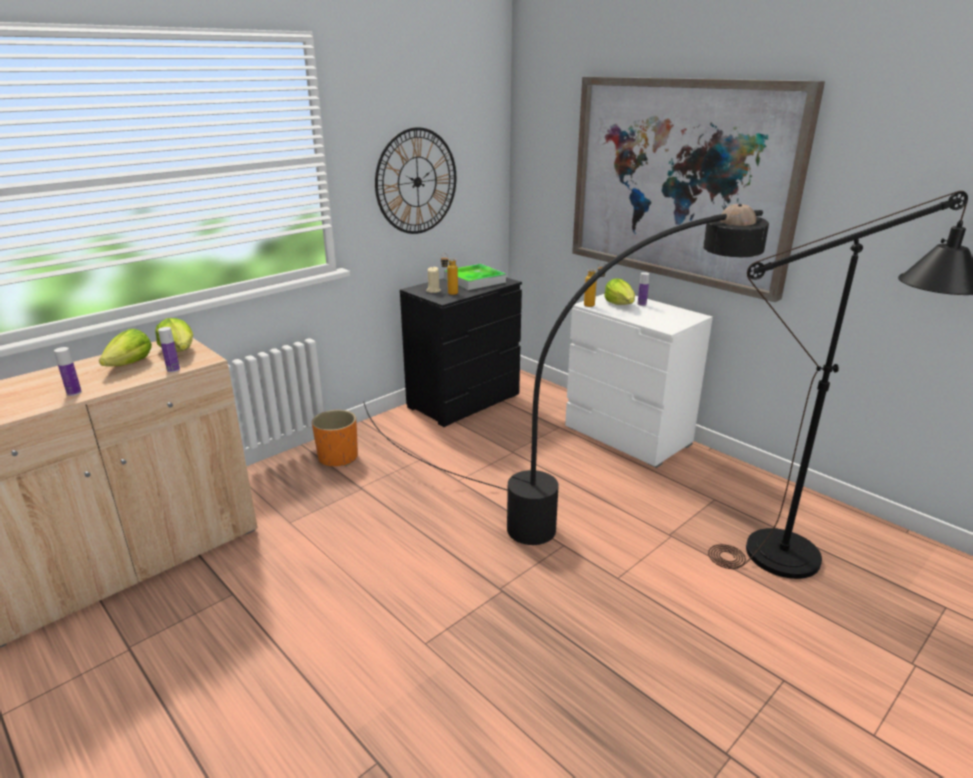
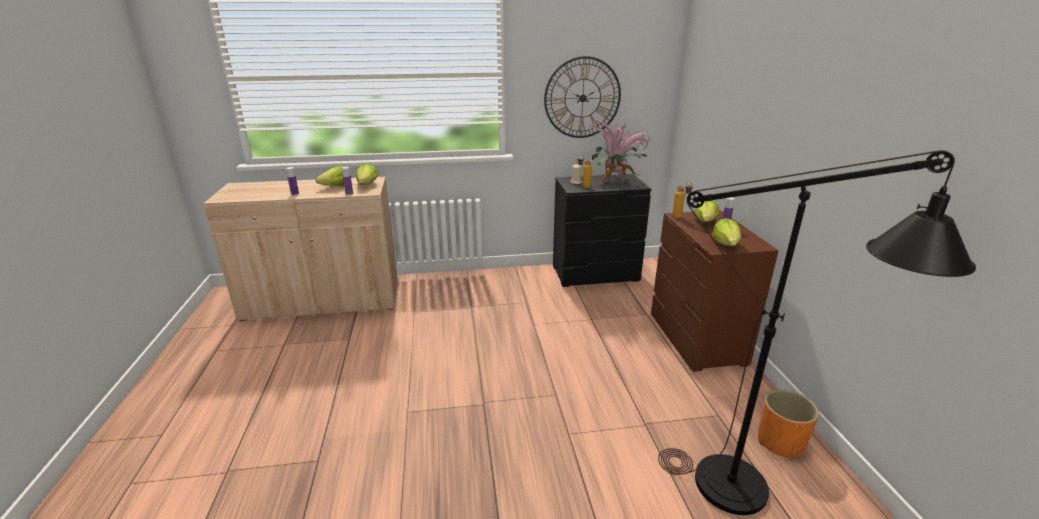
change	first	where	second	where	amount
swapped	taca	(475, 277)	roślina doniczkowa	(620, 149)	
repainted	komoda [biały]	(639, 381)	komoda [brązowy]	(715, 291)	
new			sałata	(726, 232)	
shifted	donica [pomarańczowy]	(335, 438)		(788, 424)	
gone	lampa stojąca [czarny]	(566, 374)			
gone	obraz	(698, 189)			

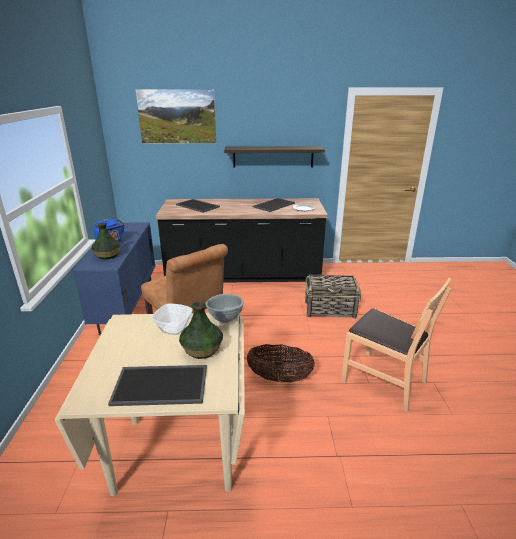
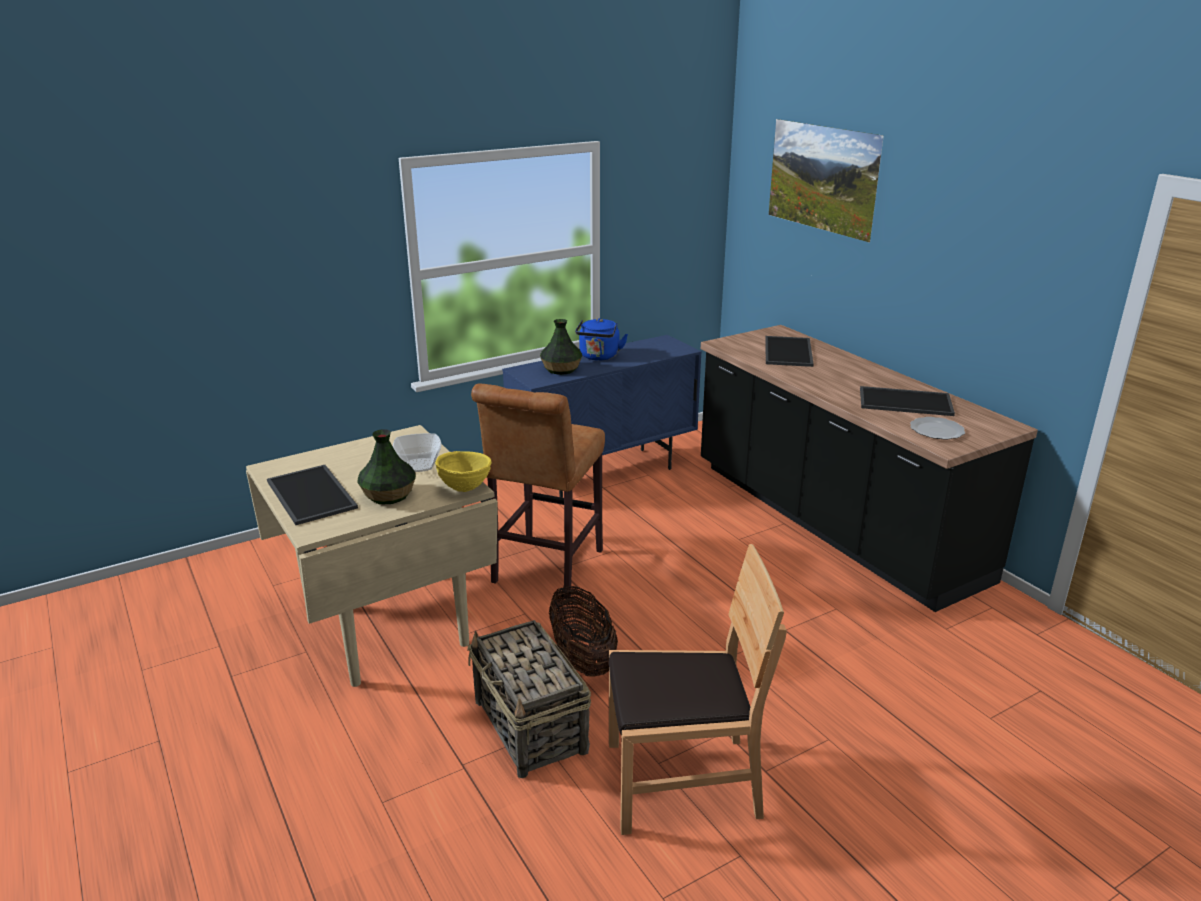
change	first	where	second	where	amount
repainted	miska [szary]	(224, 308)	miska [żółty]	(463, 471)	
shifted	koszyk	(333, 297)		(529, 699)	
rotated	krzesło [brązowy]	(396, 345)		(698, 689)	105 degrees counterclockwise
gone	półka	(274, 157)			

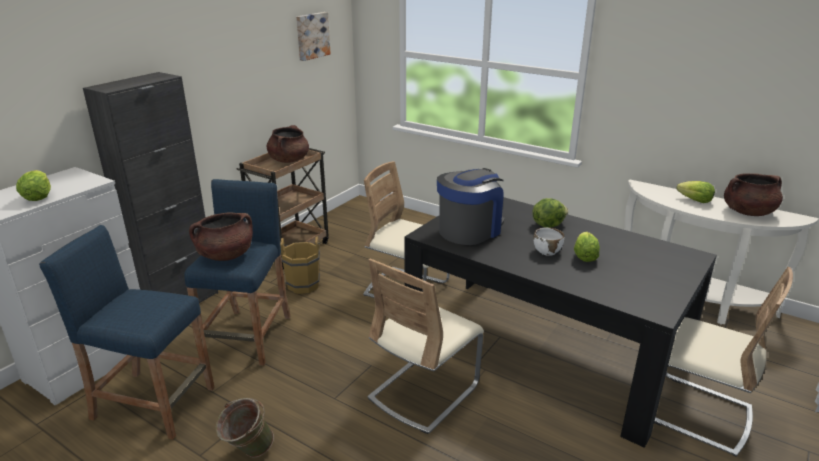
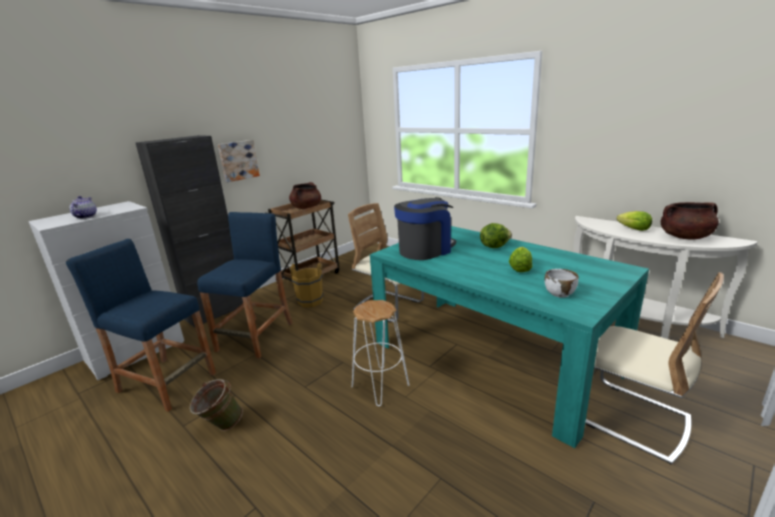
change	first	where	second	where	amount
swapped	sałata	(33, 185)	imbryk	(83, 207)	
shifted	obraz	(313, 36)		(239, 161)	
swapped	krzesło [beżowy]	(425, 346)	stołek [biały]	(380, 353)	
repainted	stół jadalny [czarny]	(560, 322)	stół jadalny [turkusowy]	(509, 337)	
shifted	miska [biały]	(548, 241)		(561, 283)	
gone	garnek [brązowy]	(221, 236)			

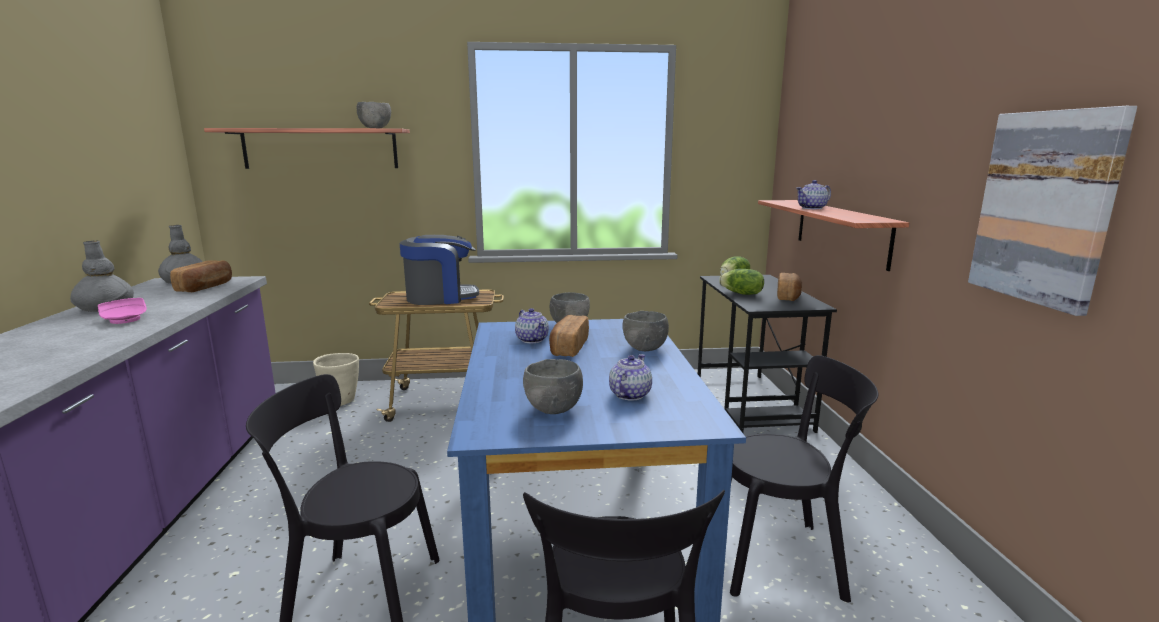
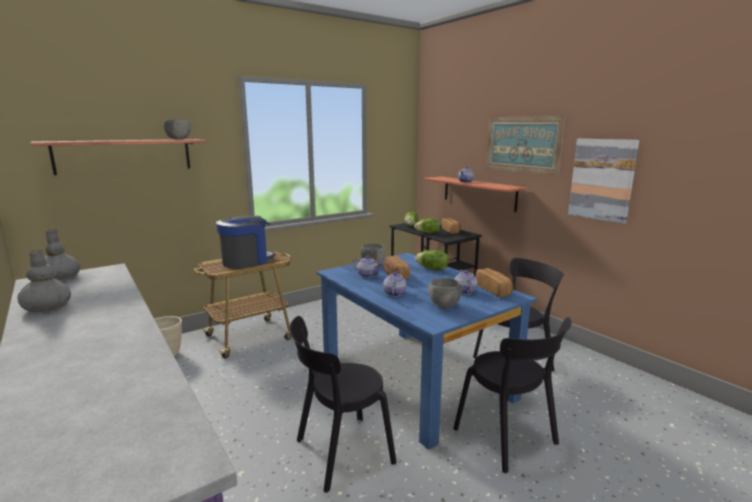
change	first	where	second	where	amount
new			imbryk	(395, 284)	
swapped	miska [szary]	(645, 331)	sałata	(432, 260)	
shifted	chleb	(201, 276)		(494, 282)	
new			obraz	(525, 146)	
gone	talerz [różowy]	(122, 311)			

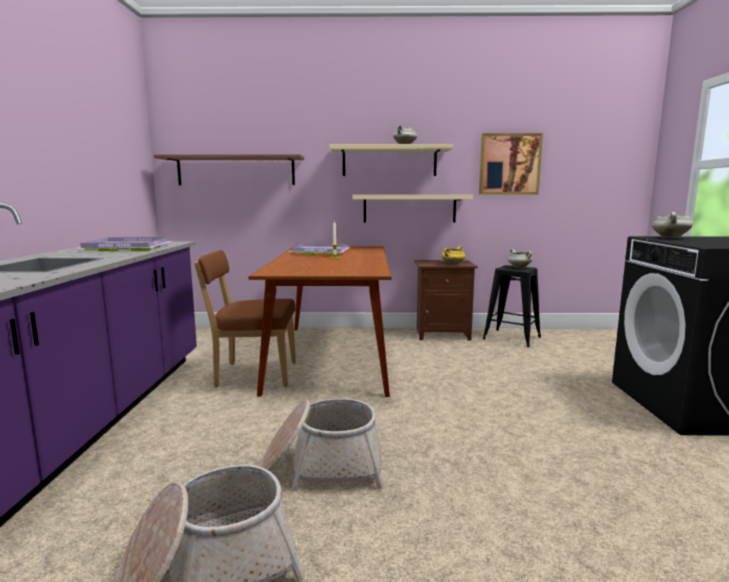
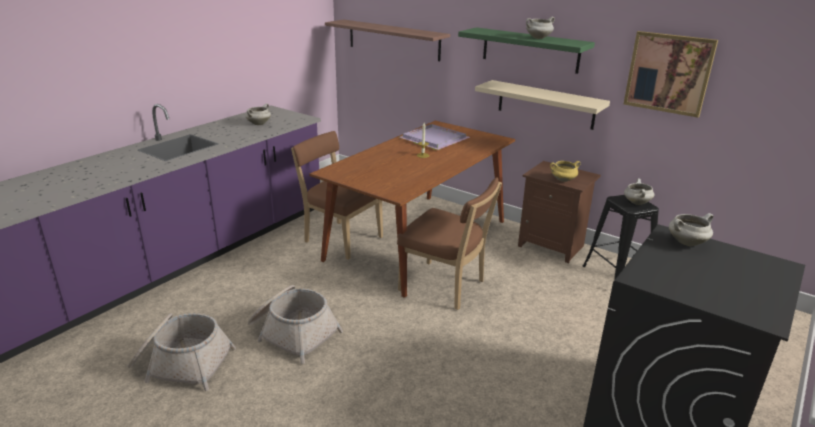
change	first	where	second	where	amount
swapped	taca [fioletowy]	(122, 244)	garnek [biały]	(258, 114)	
new			krzesło [brązowy]	(449, 243)	
repainted	półka [beżowy]	(391, 160)	półka [zielony]	(526, 50)	

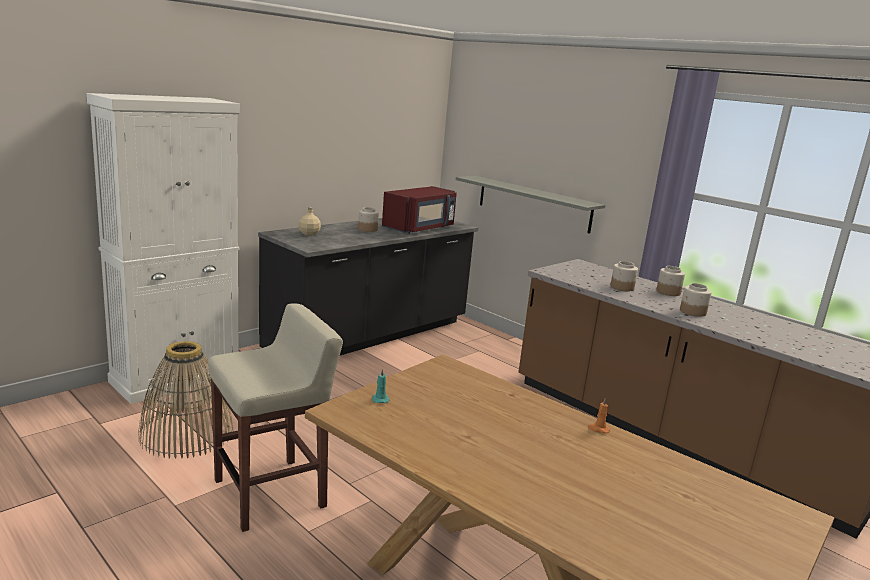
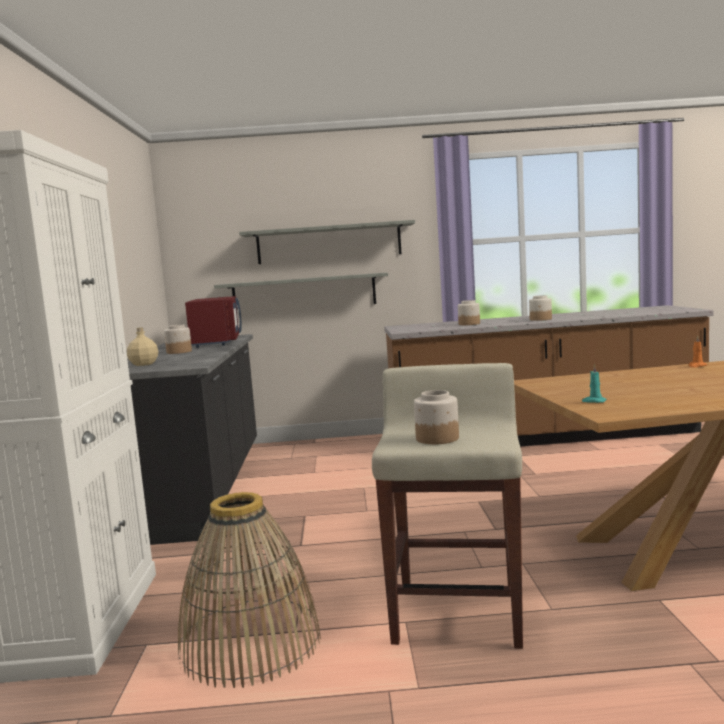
change	first	where	second	where	amount
new			półka [szary]	(327, 242)	
shifted	słoik	(670, 281)		(436, 417)	

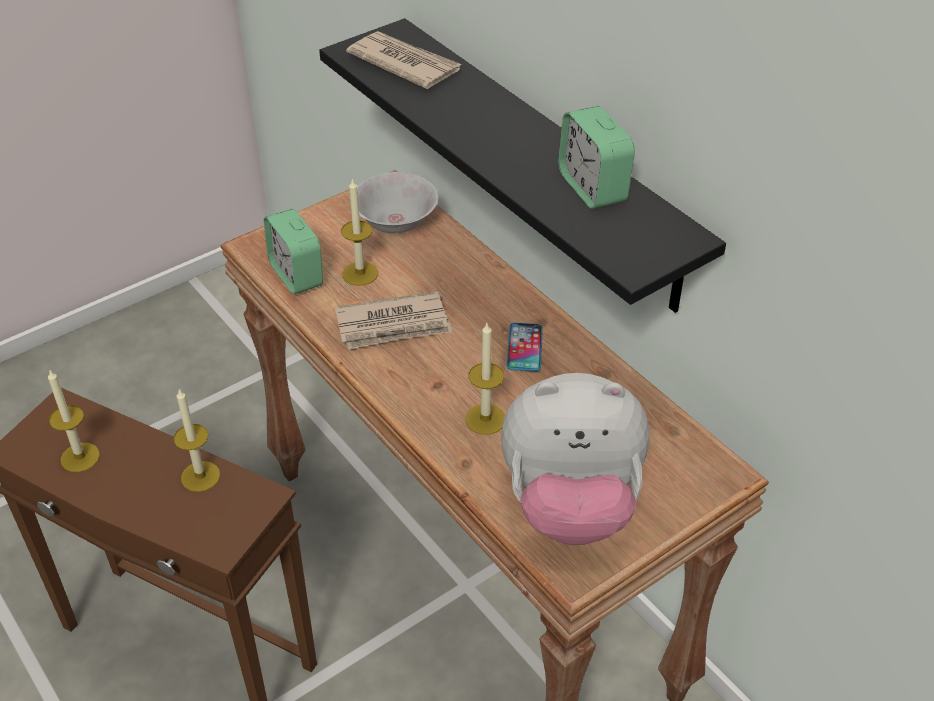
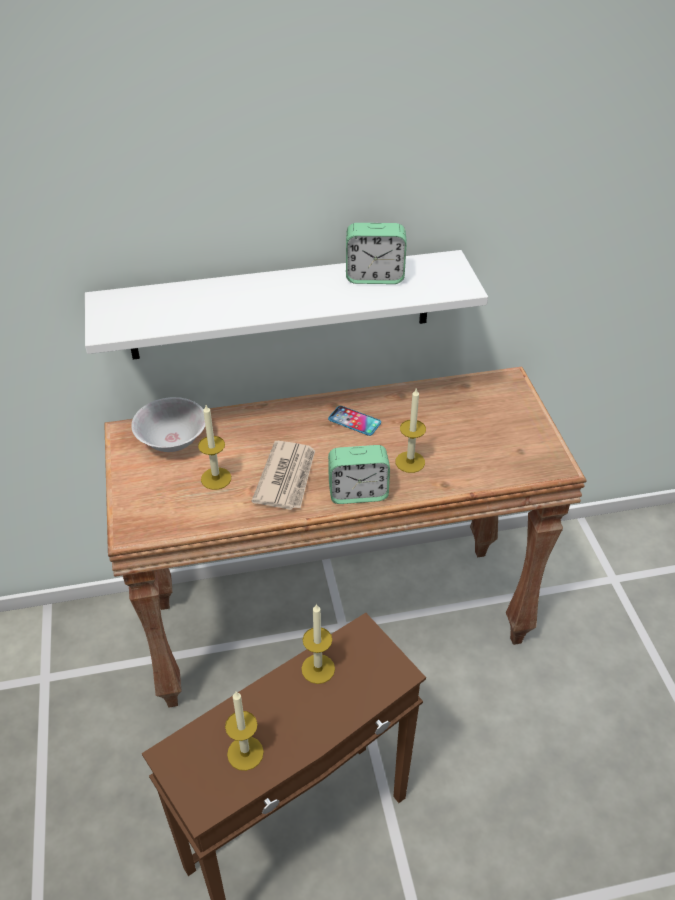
change	first	where	second	where	amount
repainted	półka [czarny]	(522, 165)	półka [biały]	(286, 305)	
shifted	budzik	(293, 252)		(359, 474)	
gone	gazeta	(404, 60)			
gone	pluszak	(575, 459)			

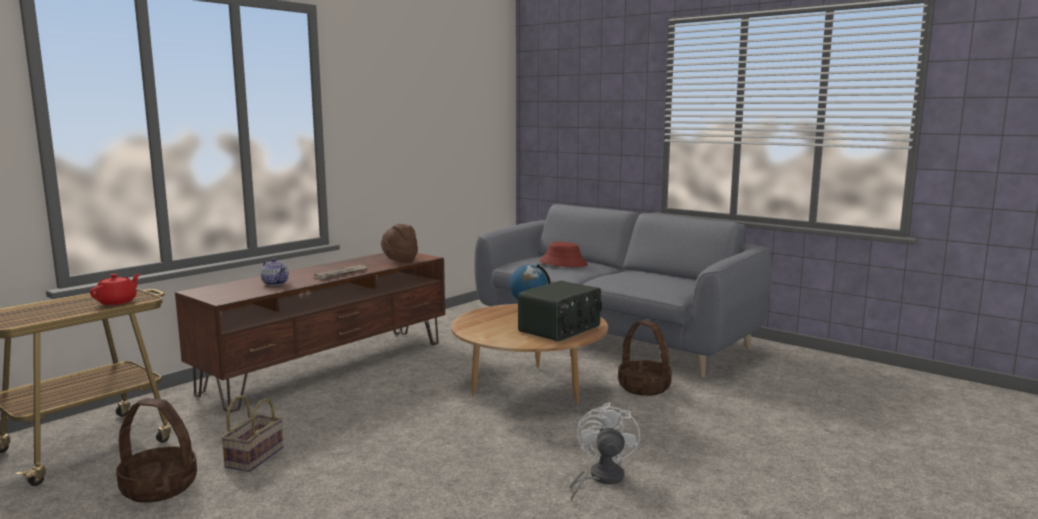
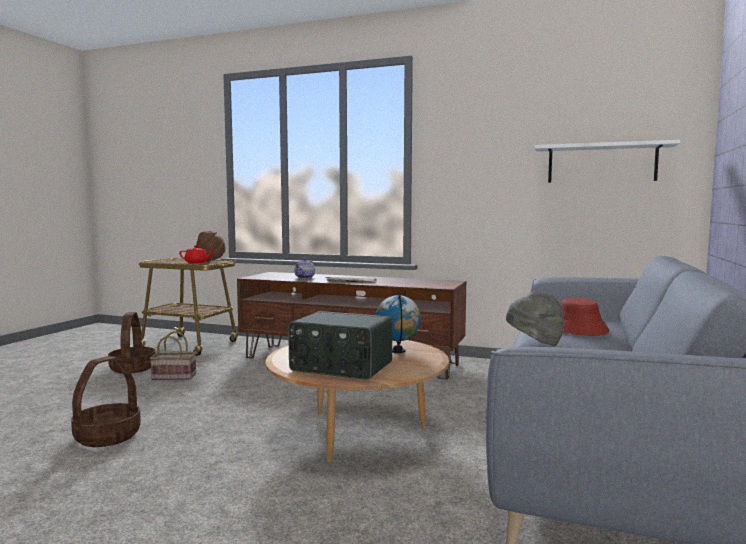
change	first	where	second	where	amount
shifted	koszyk	(645, 358)		(106, 401)	
shifted	kapelusz [brązowy]	(399, 243)		(210, 246)	
new			kapelusz [szary]	(535, 318)	
new			półka [biały]	(607, 161)	
gone	wentylator [biały]	(604, 451)			

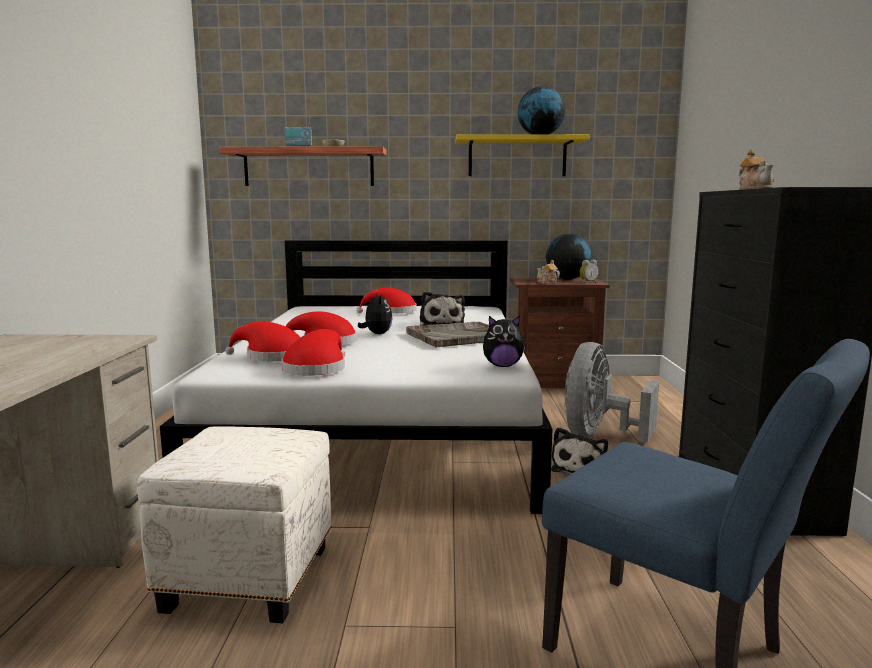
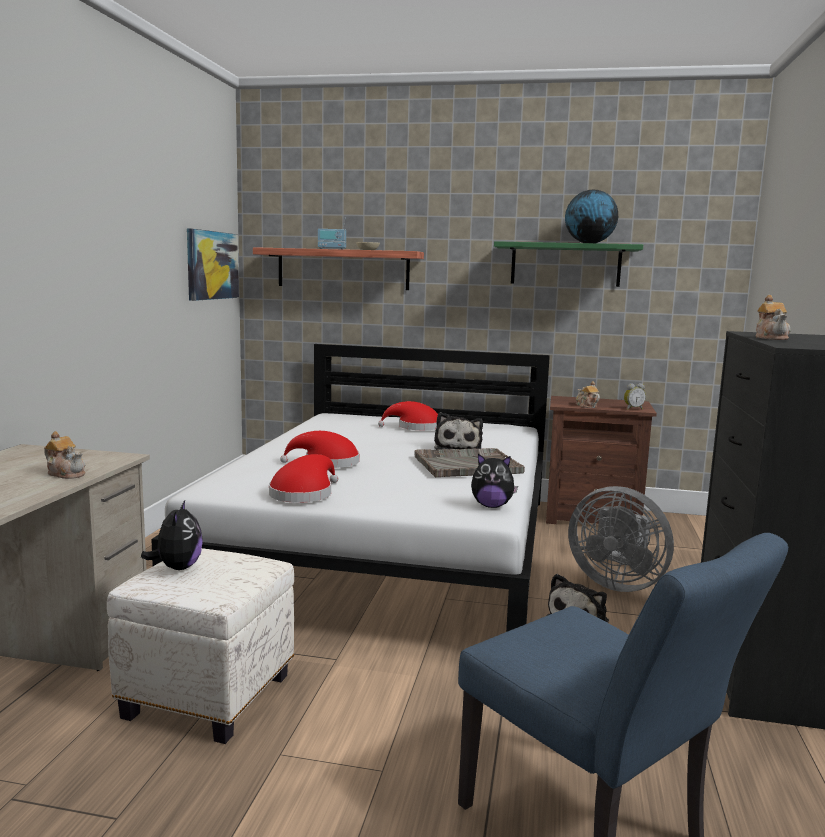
change	first	where	second	where	amount
new			imbryk	(64, 455)	
shifted	pluszak	(375, 313)		(172, 535)	
new			obraz	(213, 264)	
repainted	półka [żółty]	(523, 155)	półka [zielony]	(568, 264)	
rotated	wentylator [szary]	(611, 392)		(621, 539)	90 degrees counterclockwise
gone	kapelusz [czerwony]	(263, 341)			
gone	globus	(569, 257)			

